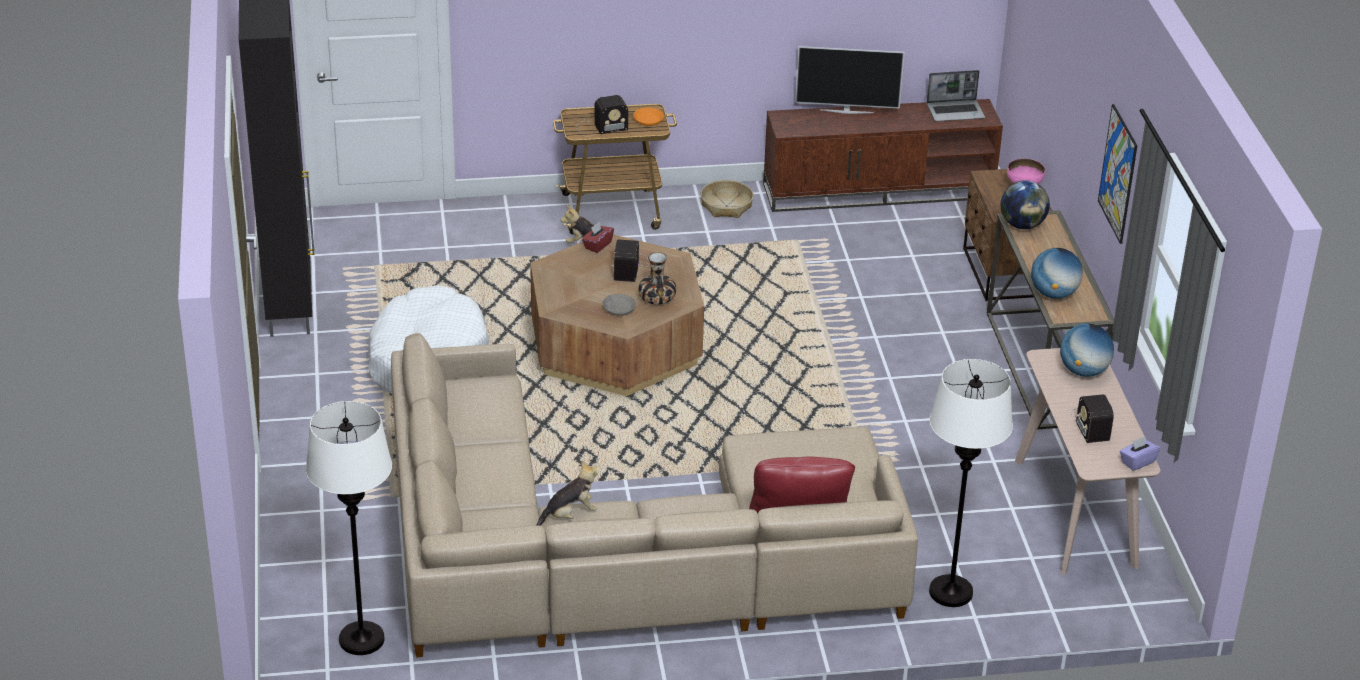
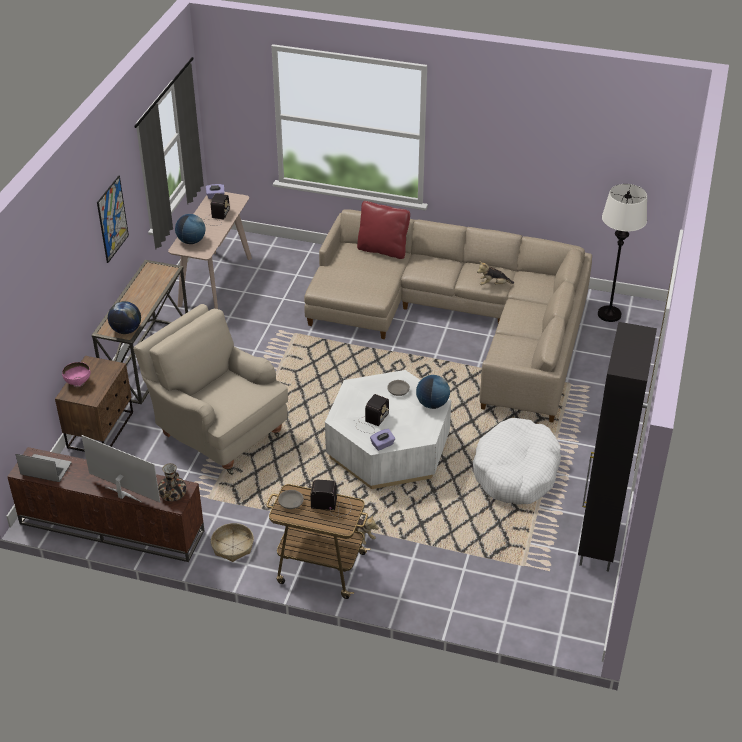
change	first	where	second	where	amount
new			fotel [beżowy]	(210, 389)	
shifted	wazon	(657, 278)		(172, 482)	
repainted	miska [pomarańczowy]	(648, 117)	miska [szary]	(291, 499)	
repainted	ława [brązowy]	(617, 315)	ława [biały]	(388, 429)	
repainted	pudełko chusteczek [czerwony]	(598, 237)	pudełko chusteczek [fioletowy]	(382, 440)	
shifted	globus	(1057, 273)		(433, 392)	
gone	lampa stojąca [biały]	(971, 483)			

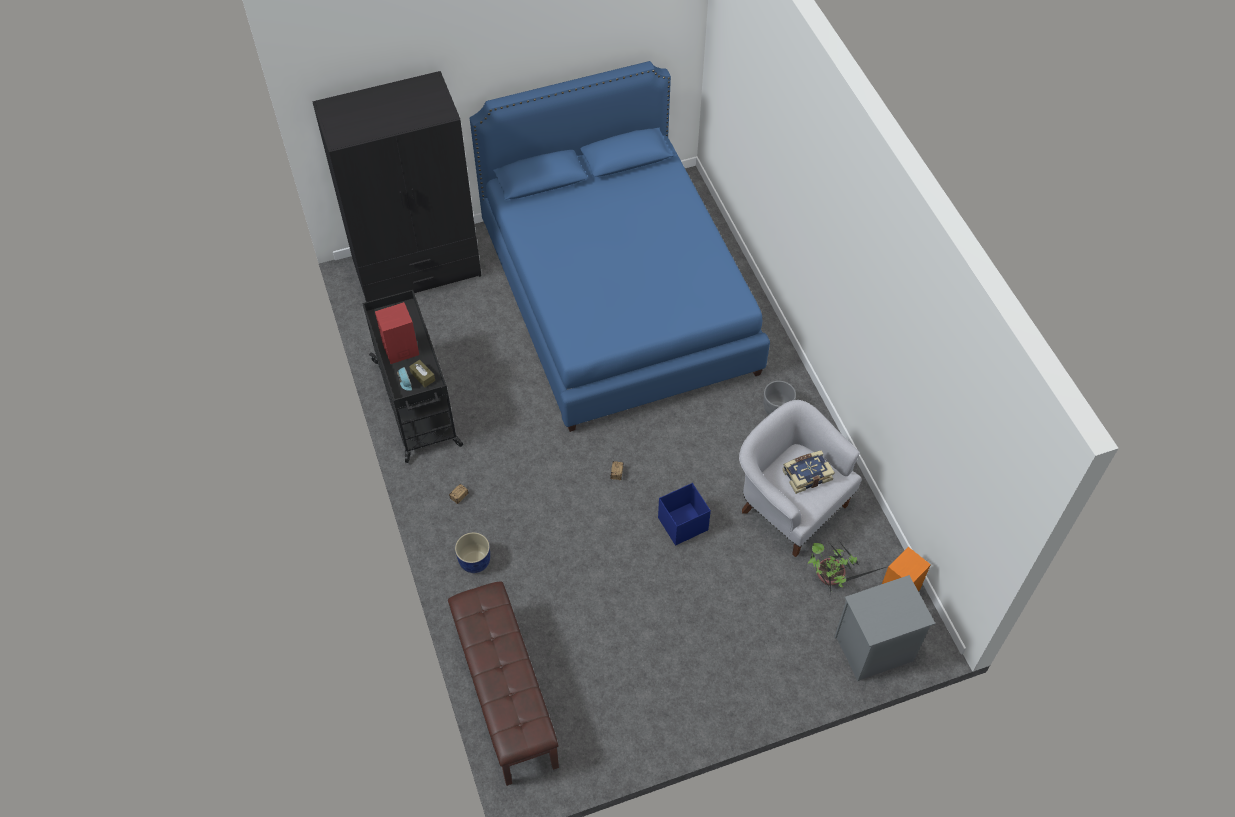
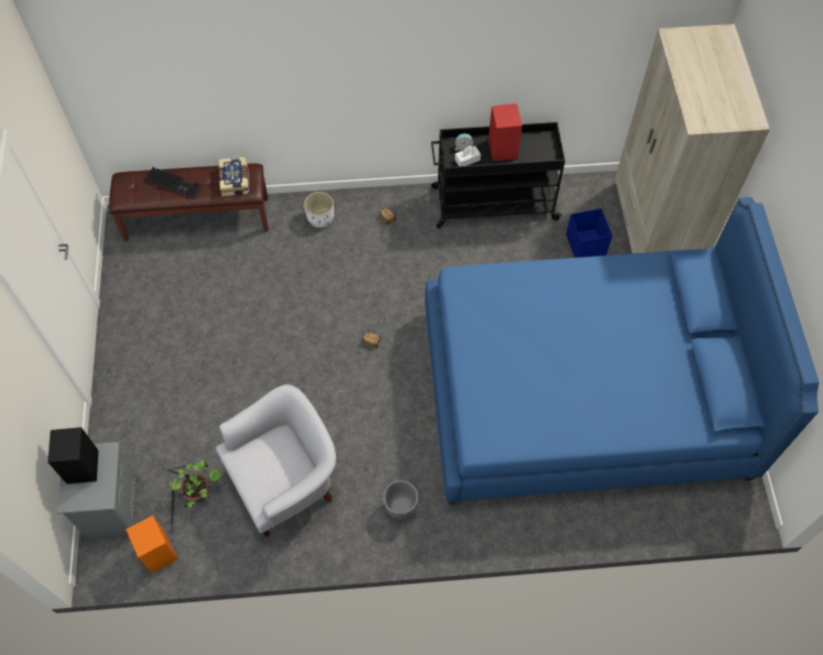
change	first	where	second	where	amount
new			głośnik [czarny]	(73, 455)	
new			klawiatura	(173, 183)	
shifted	książka	(809, 472)		(234, 176)	
repainted	donica [niebieski]	(472, 552)	donica [biały]	(319, 210)	
repainted	pudełko chusteczek [brązowy]	(422, 373)	pudełko chusteczek [biały]	(468, 156)	
shifted	pojemnik do przechowywania [niebieski]	(684, 514)		(589, 233)	
repainted	szafa [czarny]	(396, 186)	szafa [beżowy]	(692, 138)	

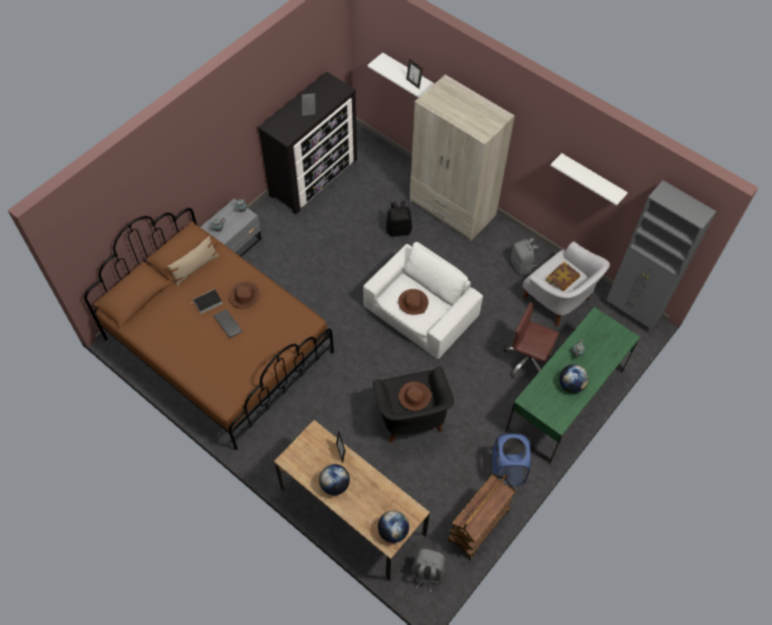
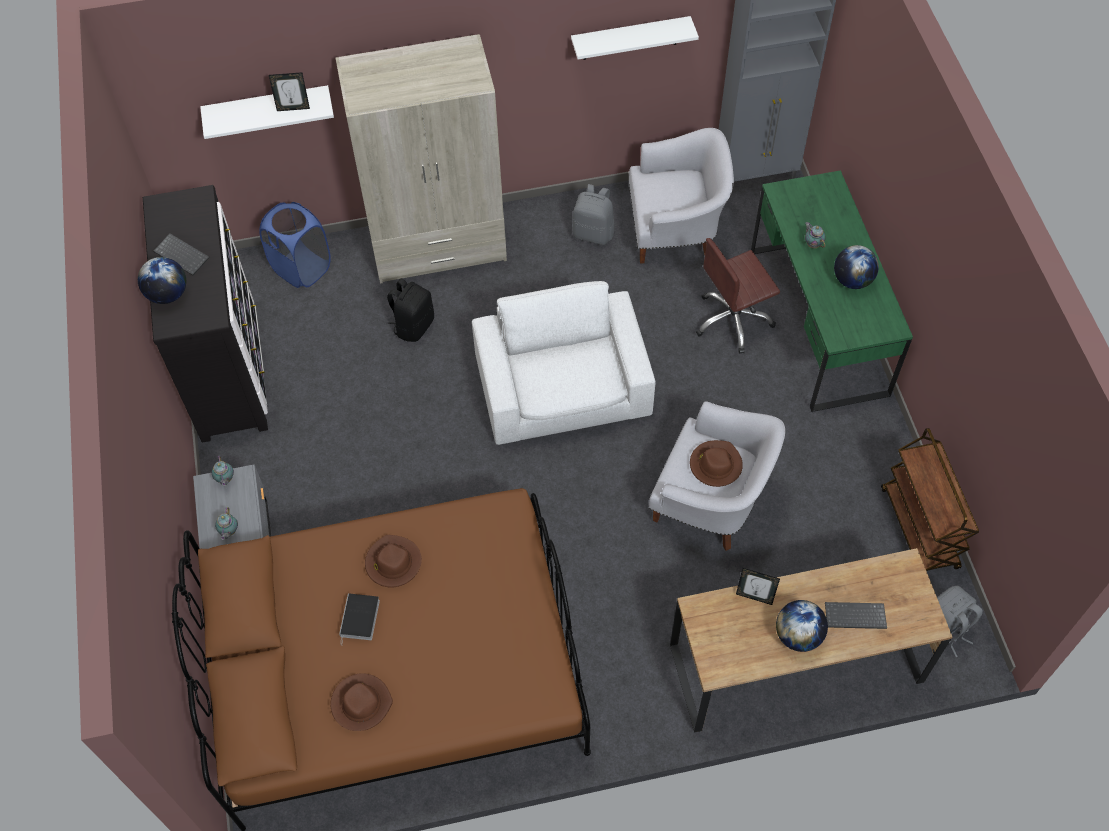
change	first	where	second	where	amount
shifted	globus	(393, 526)		(162, 280)	
shifted	kosz na pranie [niebieski]	(511, 459)		(295, 245)	
shifted	kapelusz [brązowy]	(413, 302)		(361, 702)	
repainted	fotel [czarny]	(413, 405)	fotel [biały]	(717, 476)	
shifted	klawiatura	(228, 323)		(856, 615)	
gone	poduszka [beżowy]	(193, 261)			
gone	książka	(563, 276)			

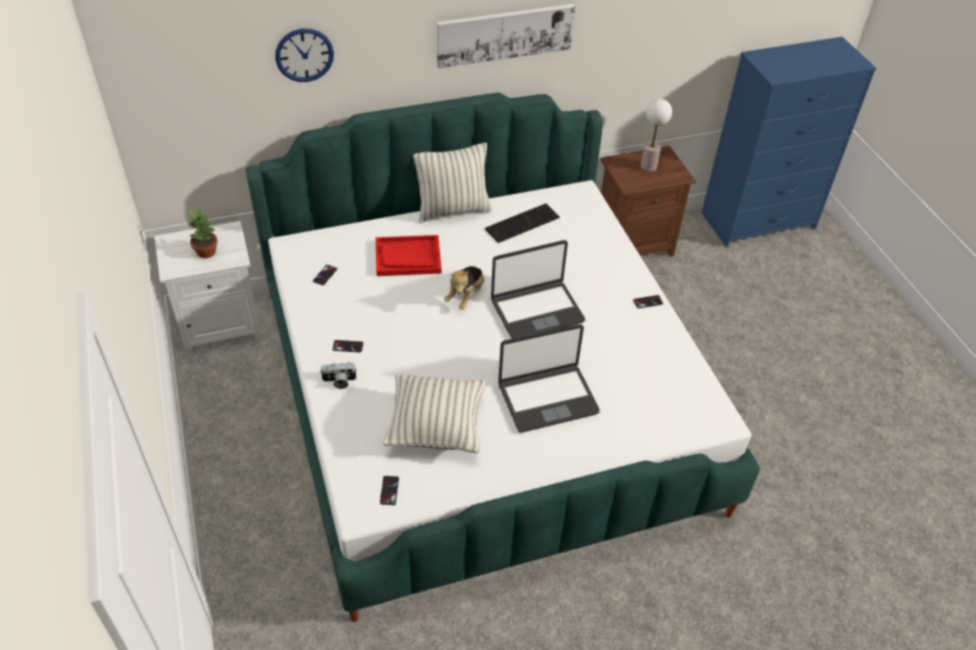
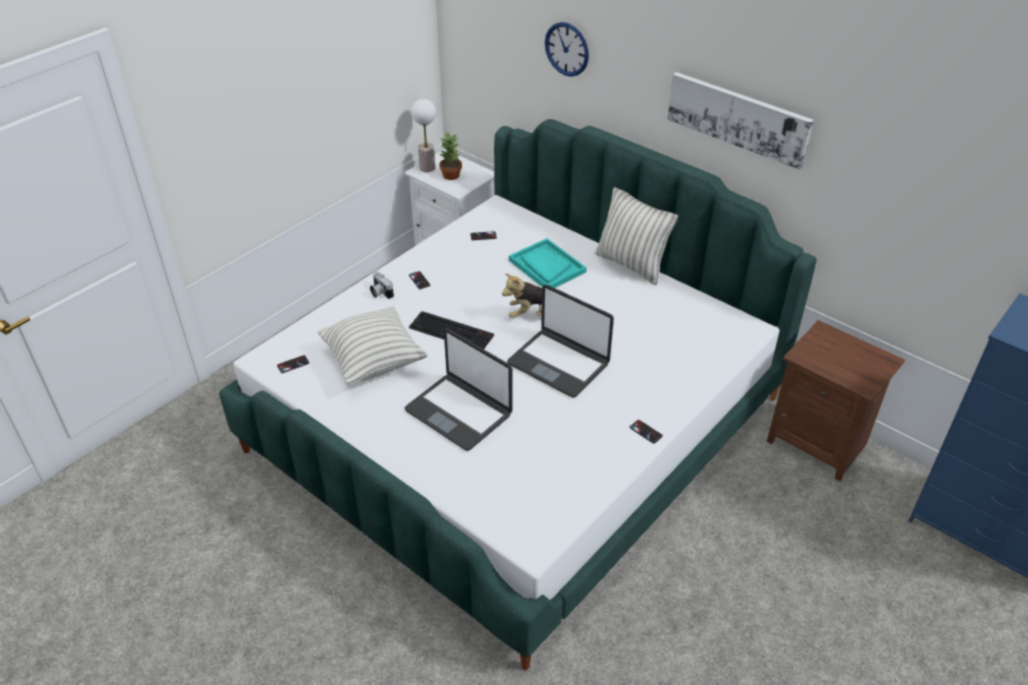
change	first	where	second	where	amount
shifted	klawiatura	(522, 223)		(451, 330)	
shifted	lampa stołowa	(656, 135)		(423, 135)	
repainted	taca [czerwony]	(409, 255)	taca [turkusowy]	(548, 263)	

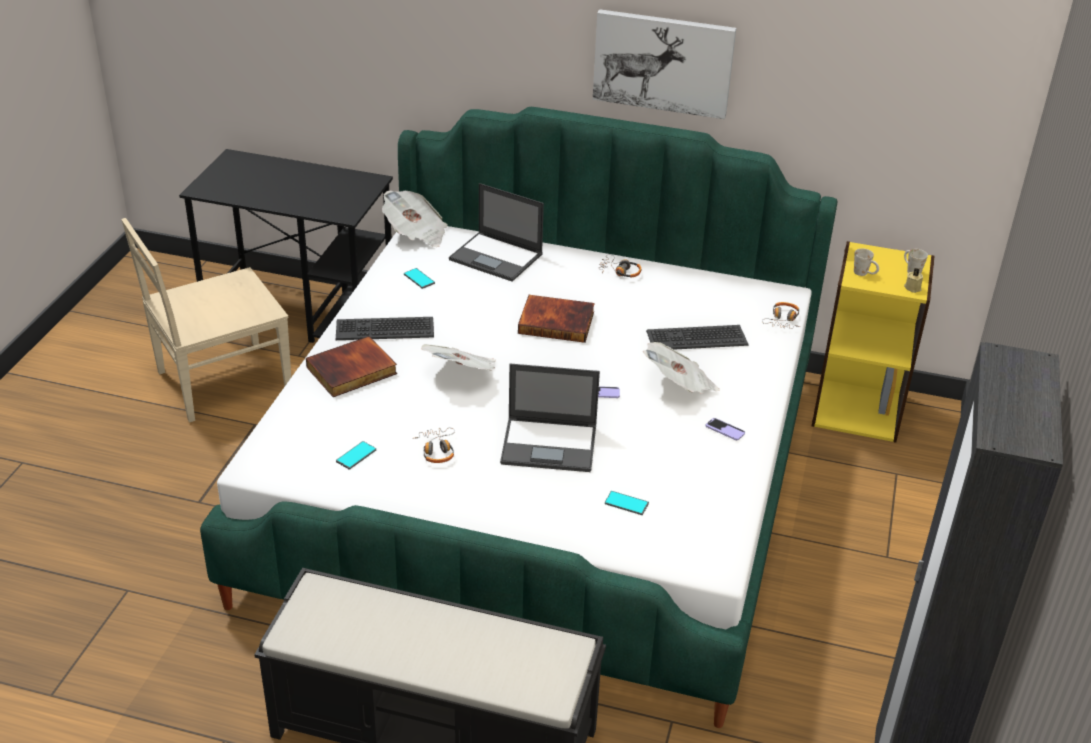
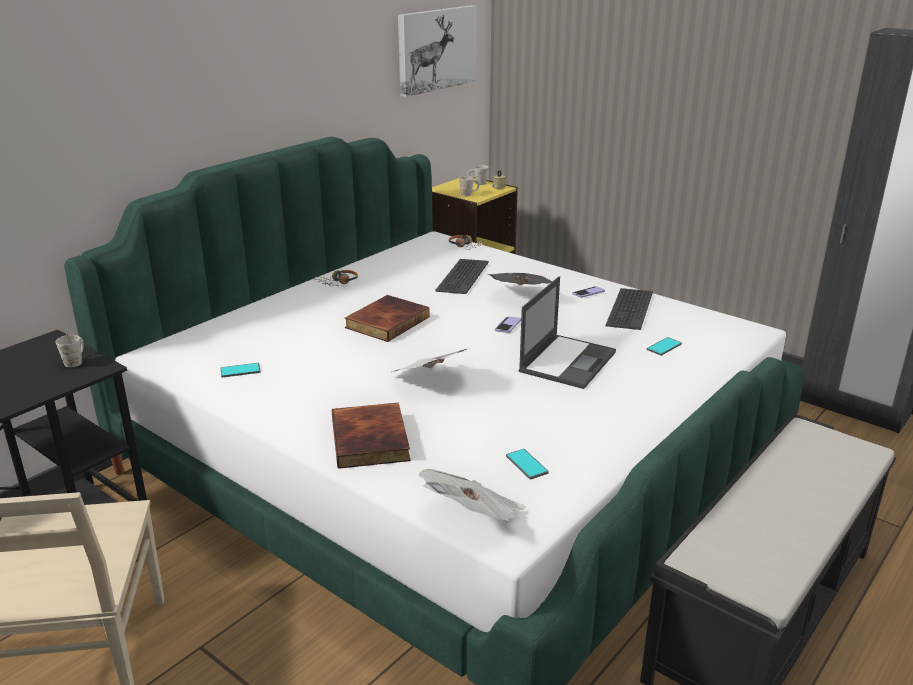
change	first	where	second	where	amount
new			kubek [biały]	(70, 351)	
shifted	obraz	(664, 64)		(437, 51)	
shifted	gazeta	(414, 218)		(472, 495)	
shifted	klawiatura	(385, 328)		(629, 309)	
gone	słuchawki	(434, 445)			
gone	laptop	(496, 232)			

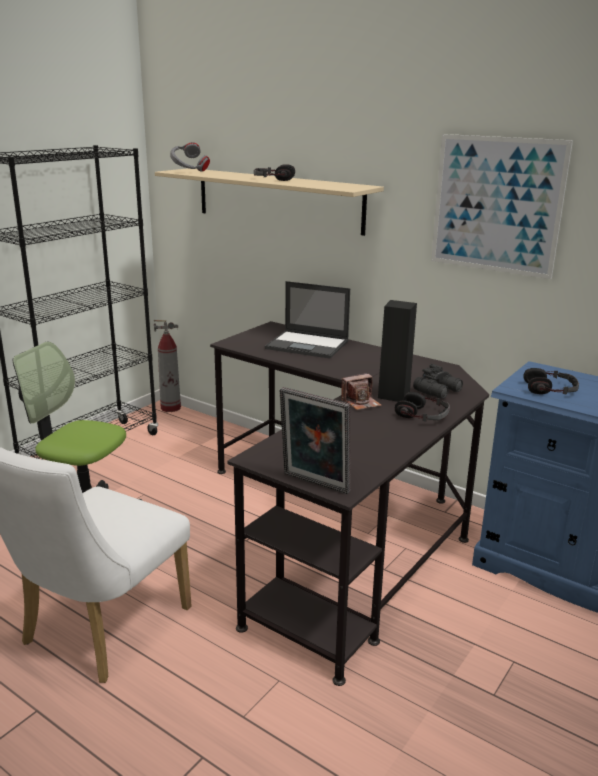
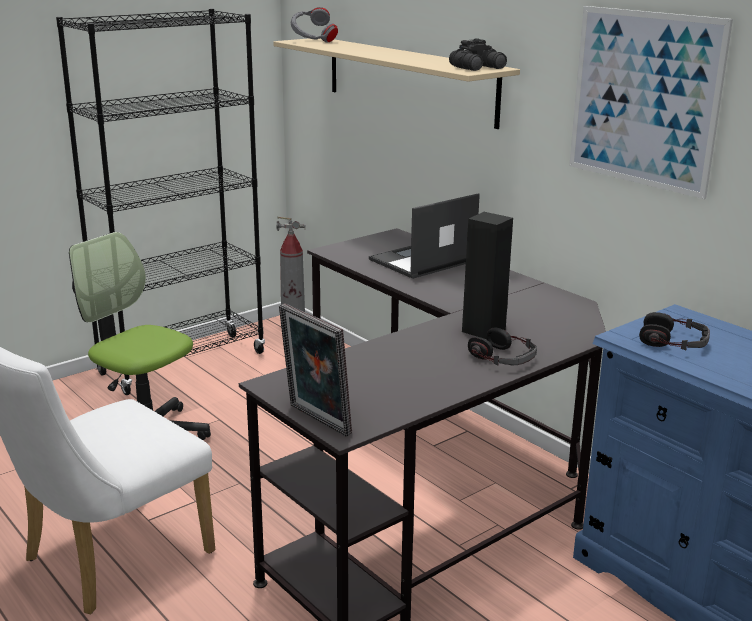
change	first	where	second	where	amount
rotated	laptop	(307, 320)		(424, 236)	105 degrees clockwise
shifted	lornetka [czarny]	(438, 381)		(478, 54)	
gone	słuchawki	(274, 172)			
gone	aparat fotograficzny	(361, 391)			

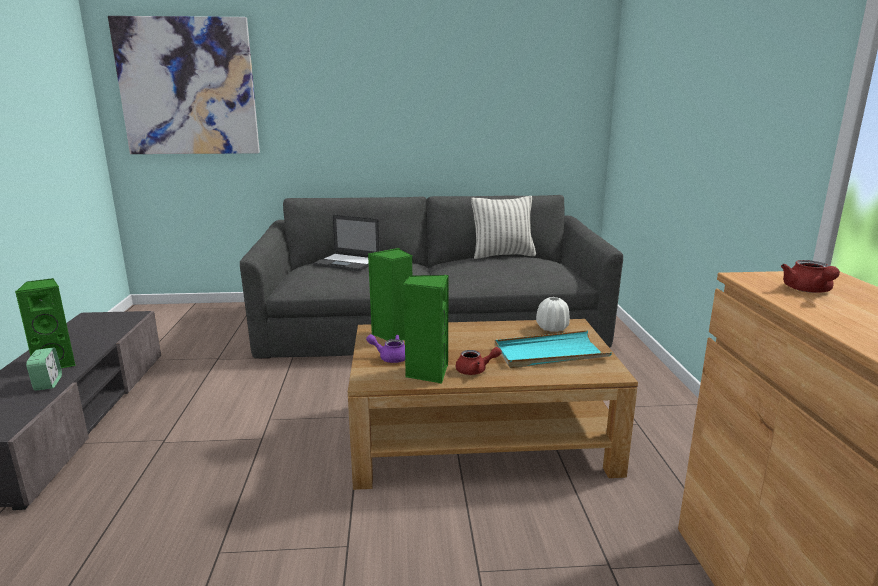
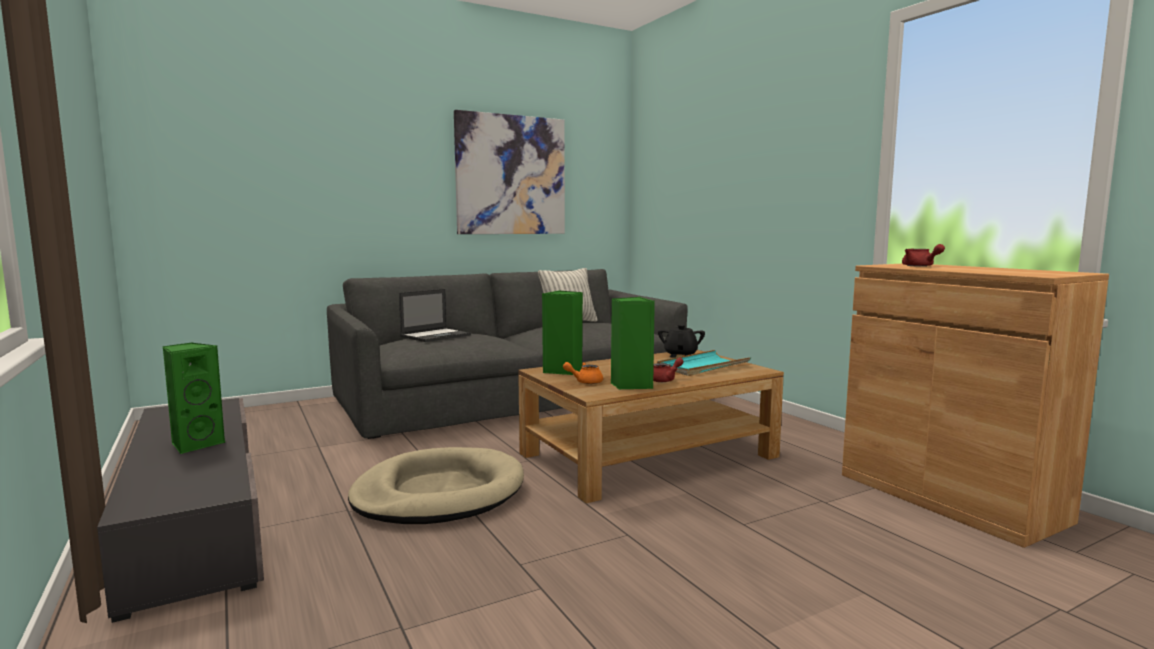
change	first	where	second	where	amount
new			legowisko [beżowy]	(436, 485)	
rotated	laptop	(346, 243)		(435, 315)	45 degrees counterclockwise
shifted	obraz	(184, 85)		(509, 172)	
repainted	imbryk [fioletowy]	(385, 348)	imbryk [pomarańczowy]	(583, 373)	
swapped	wazon [biały]	(553, 314)	imbryk [czarny]	(681, 341)	
gone	budzik	(44, 369)			

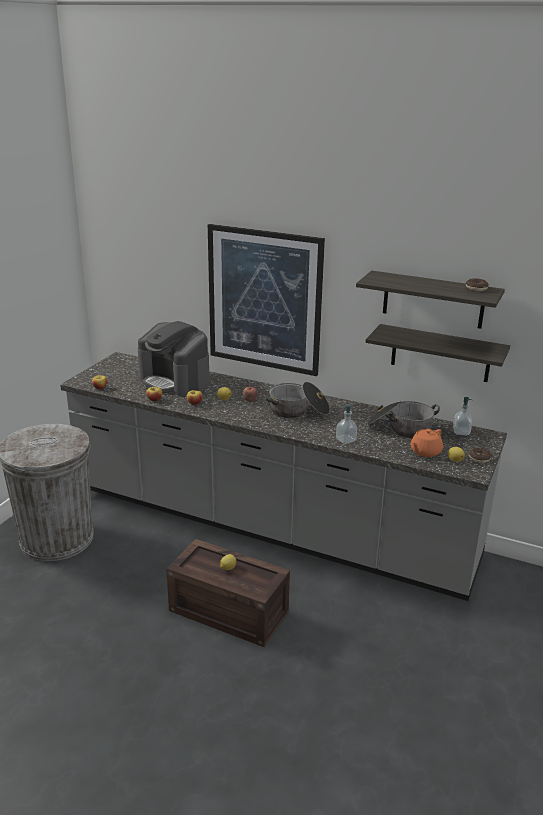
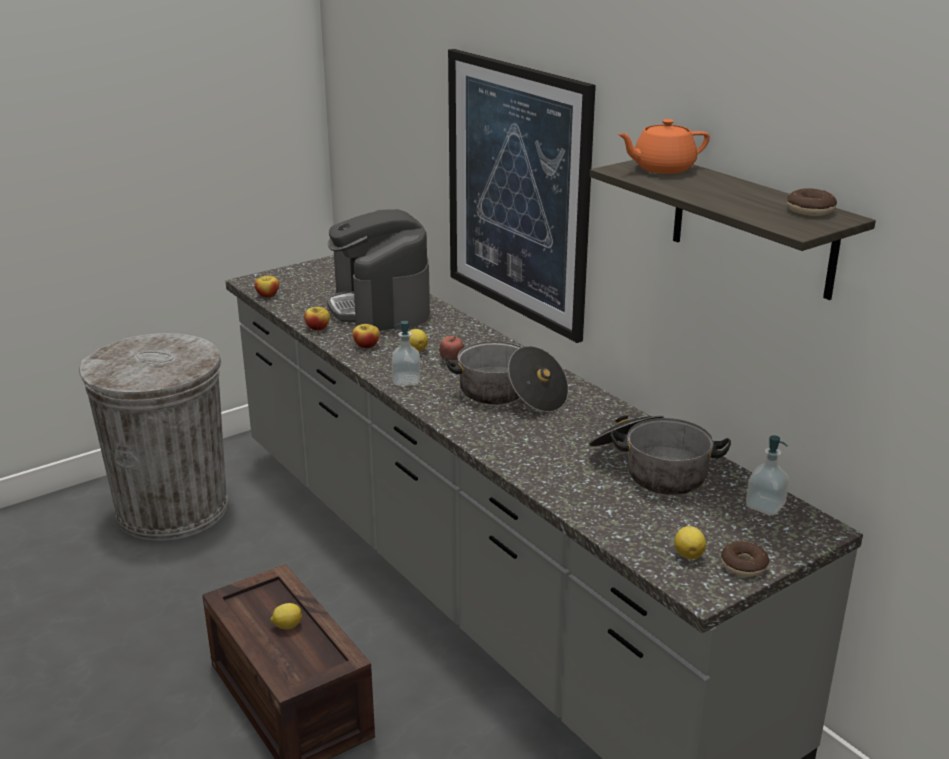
change	first	where	second	where	amount
shifted	dozownik mydła	(346, 424)		(406, 353)	
shifted	imbryk [pomarańczowy]	(426, 443)		(663, 146)	
gone	półka	(438, 353)			

